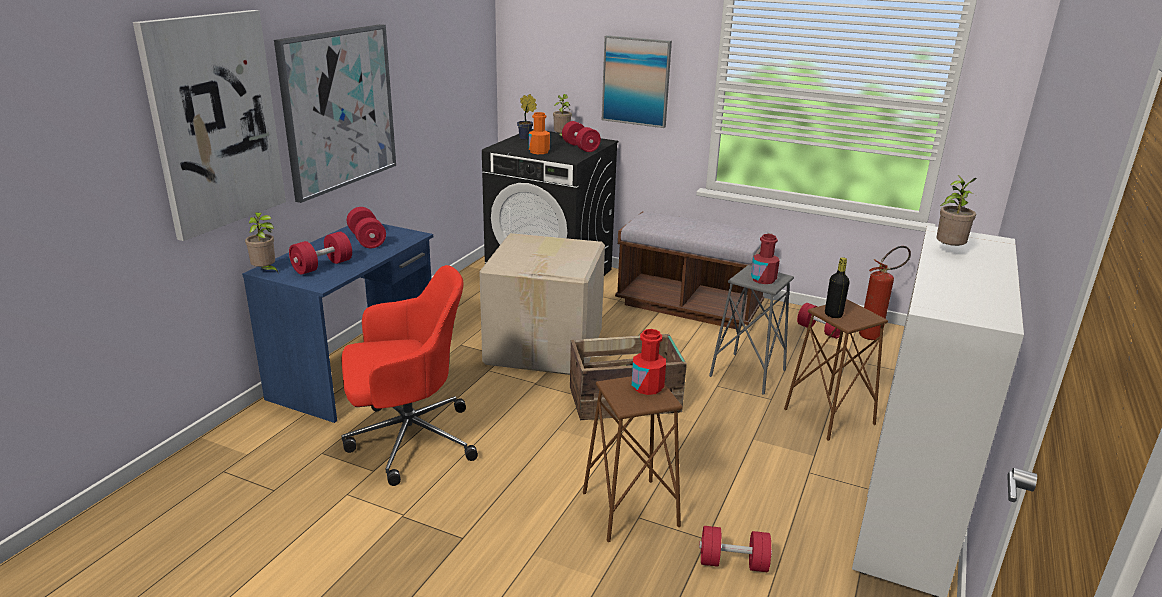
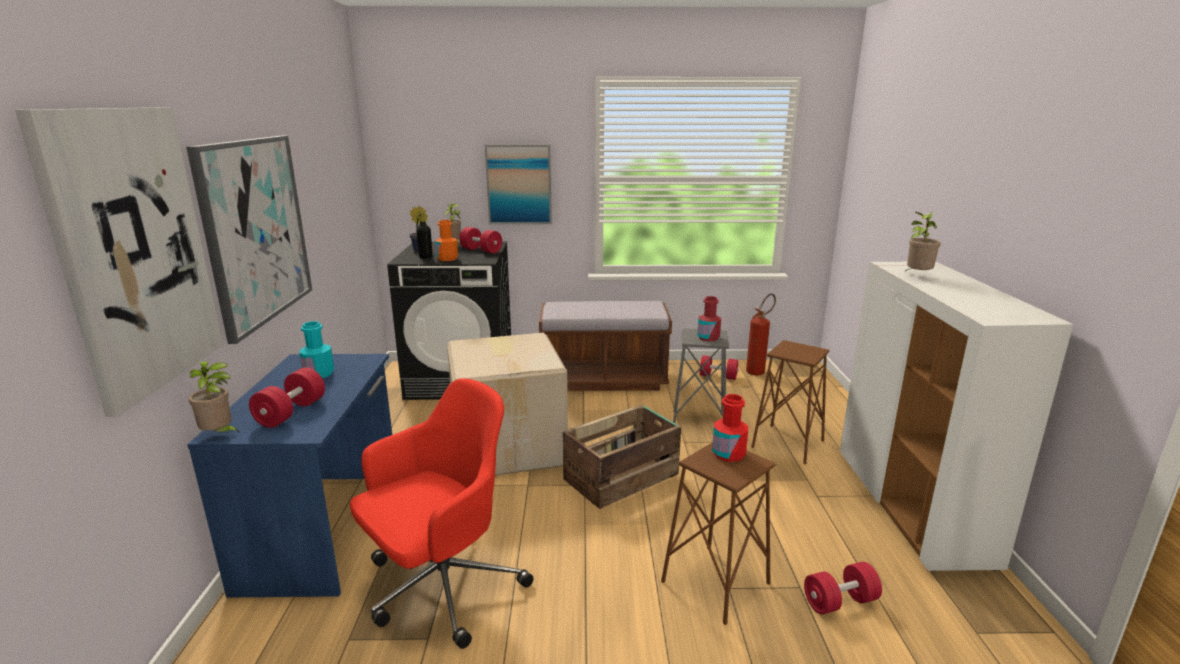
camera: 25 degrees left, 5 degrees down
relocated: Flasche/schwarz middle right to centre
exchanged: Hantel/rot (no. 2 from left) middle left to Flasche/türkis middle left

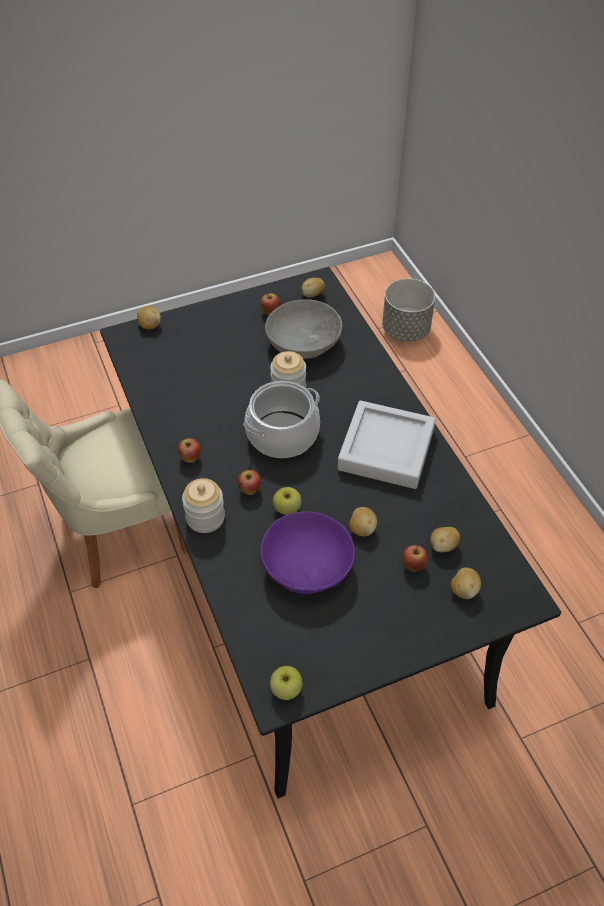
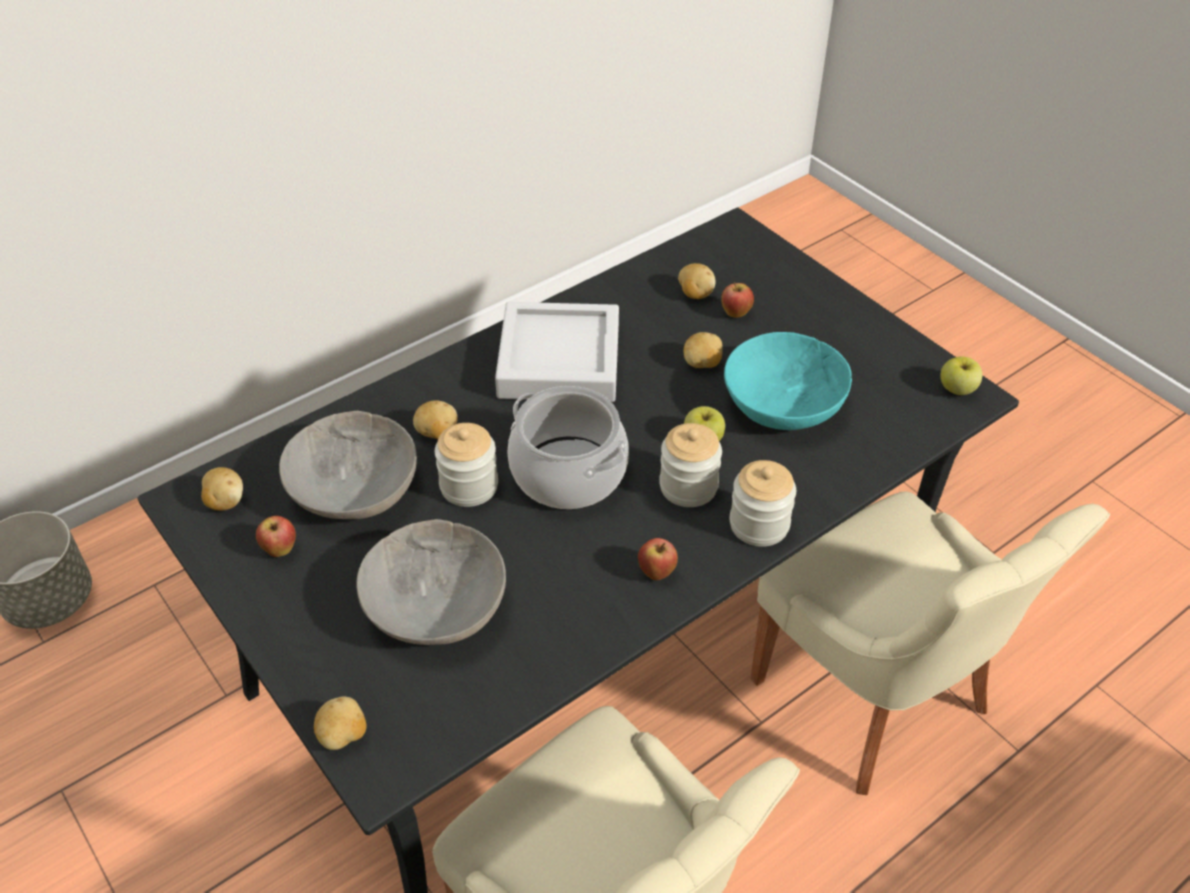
camera: 105 degrees left, 5 degrees down
appeared: Schüssel/grau (no. 2 from left) centre; Stuhl/beige (no. 2 from left) bottom right
relocated: Kartoffel (no. 5 from left in the first image) middle right to Kartoffel (no. 3 from left) centre
exchanged: Apfel (no. 2 from left) centre to Vorratsglas (no. 2 from left) centre
colour: Schüssel/lila centre to Schüssel/türkis centre

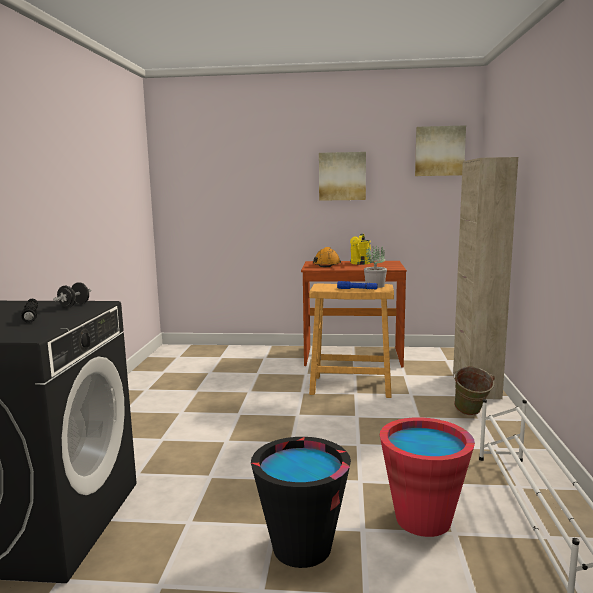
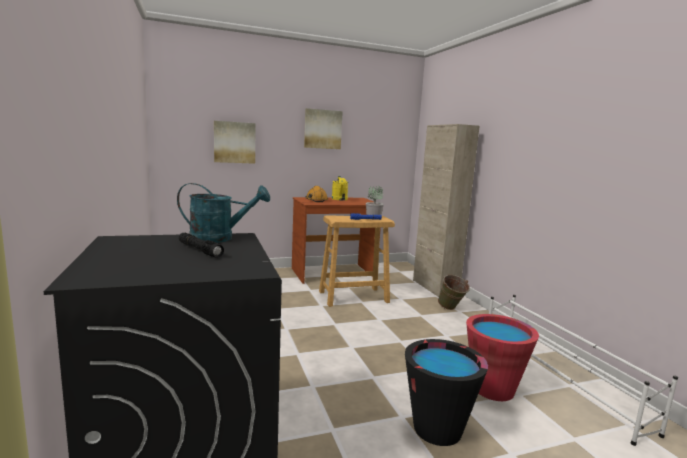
camera: 25 degrees left, 0 degrees up
relocated: Bild (no. 2 from left in the first image) top right to Bild (no. 1 from left) top centre
exchanged: Hantel/schwarz middle left to Gießkanne/türkis middle left

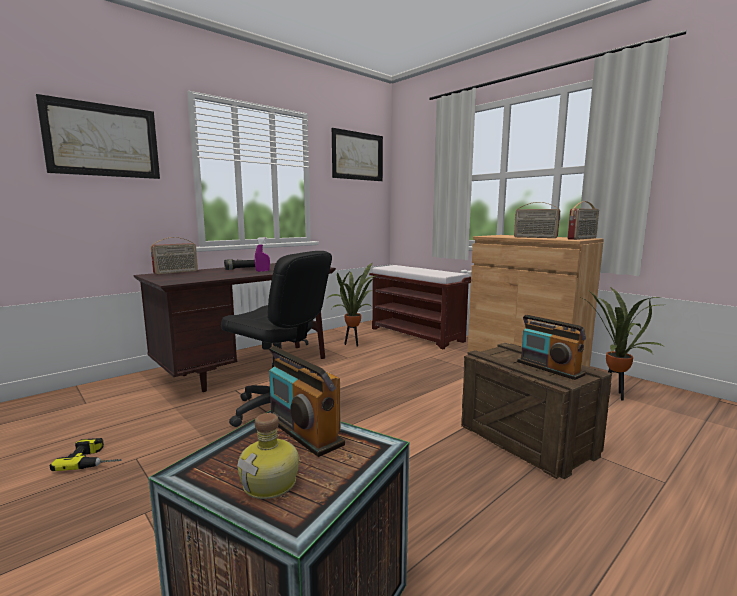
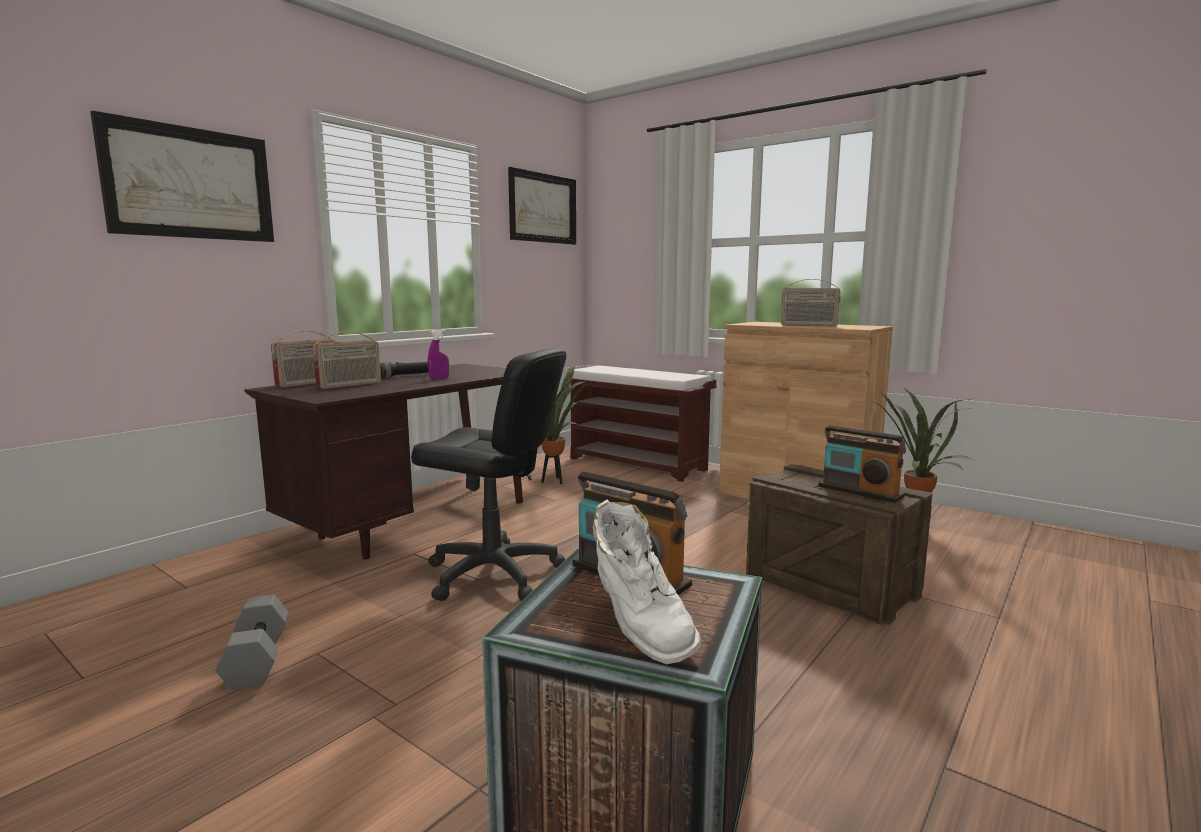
camera: 10 degrees left, 0 degrees up
relocated: Radio (no. 5 from left in the first image) middle right to Radio (no. 2 from left) middle left
exchanged: Bohrmaschine bottom left to Hantel/grau bottom left; Flasche bottom centre to Stiefel/weiß bottom centre

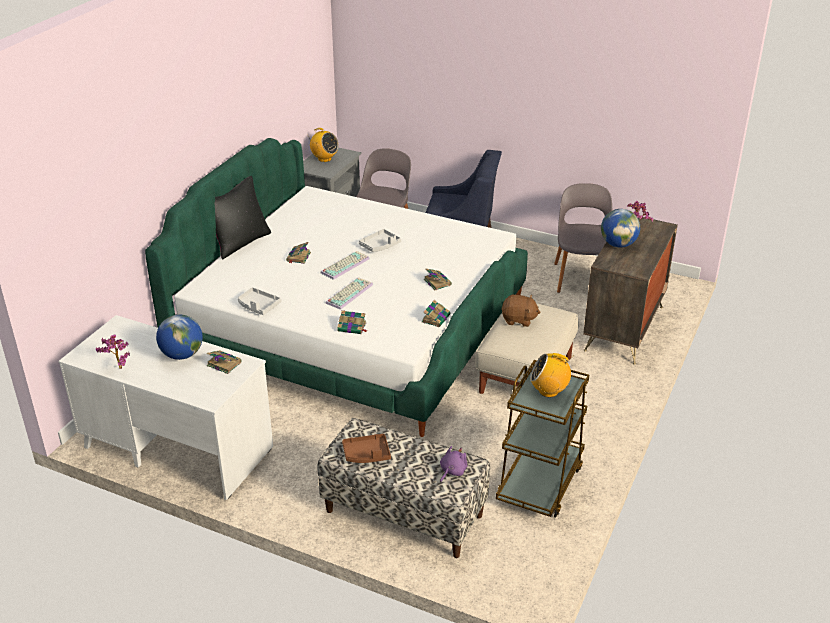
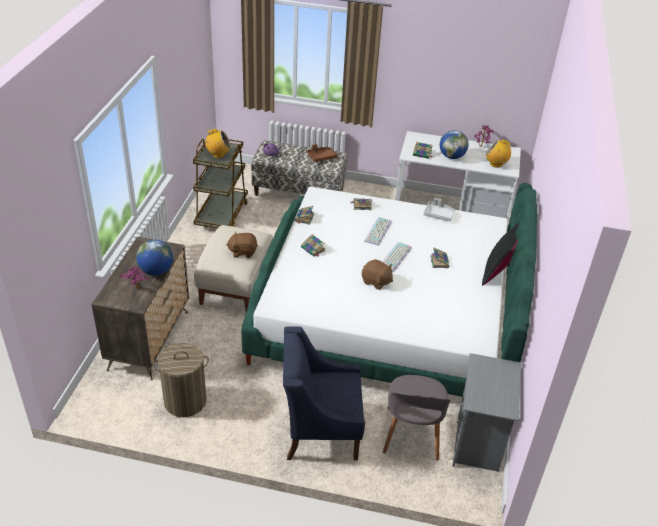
camera: 165 degrees right, 5 degrees up
relocated: Radio (no. 1 from left in the first image) top centre to Radio (no. 2 from left) top right
exchanged: Tablett/grau (no. 2 from left) centre to Plüschtier/braun (no. 2 from left) centre; Stuhl/grau (no. 2 from left) middle right to Wäschekorb bottom left

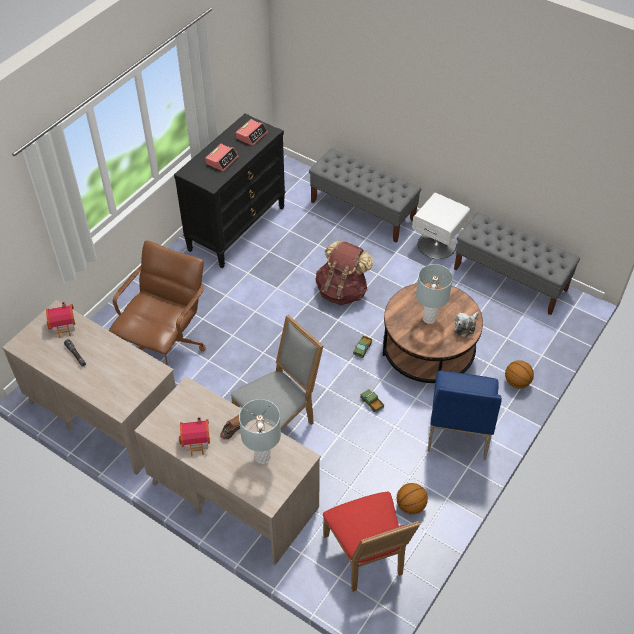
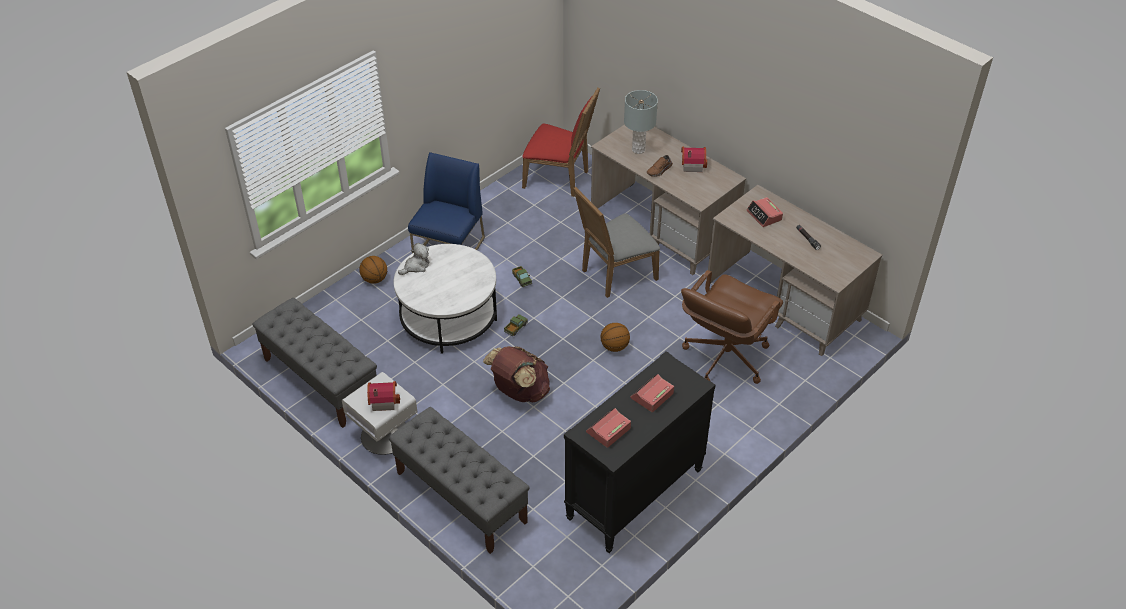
camera: 170 degrees left, 5 degrees down
missing: Tischlampe/grau (no. 2 from left) middle right
appeared: Wecker (no. 3 from left) middle right
relocated: Spielzeughaus (no. 1 from left) middle left to centre; Basketball (no. 1 from left in the first image) bottom centre to Basketball (no. 2 from left) centre
colour: Couchtisch/braun middle right to Couchtisch/weiß centre
spun: Stuhl/rot bottom centre = top centre 120 degrees clockwise

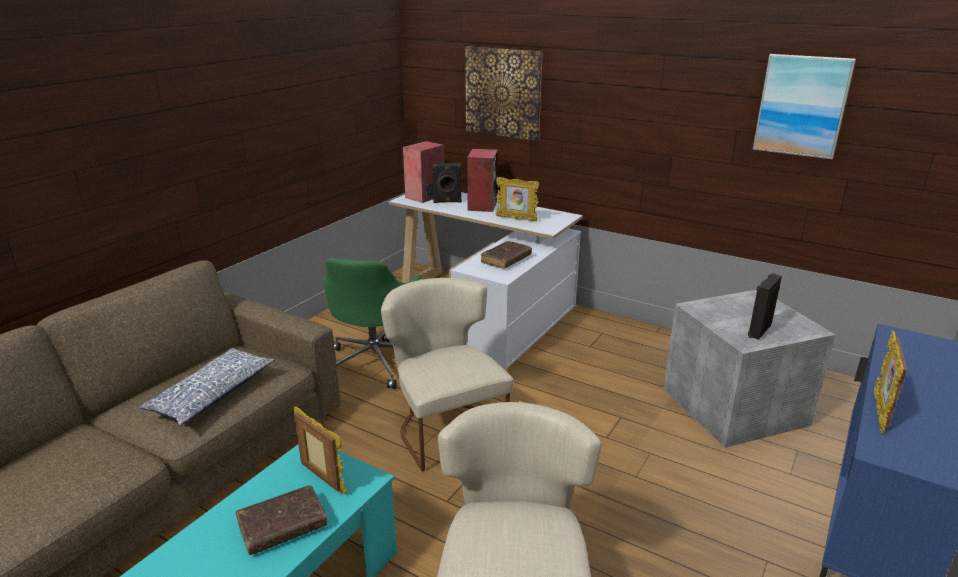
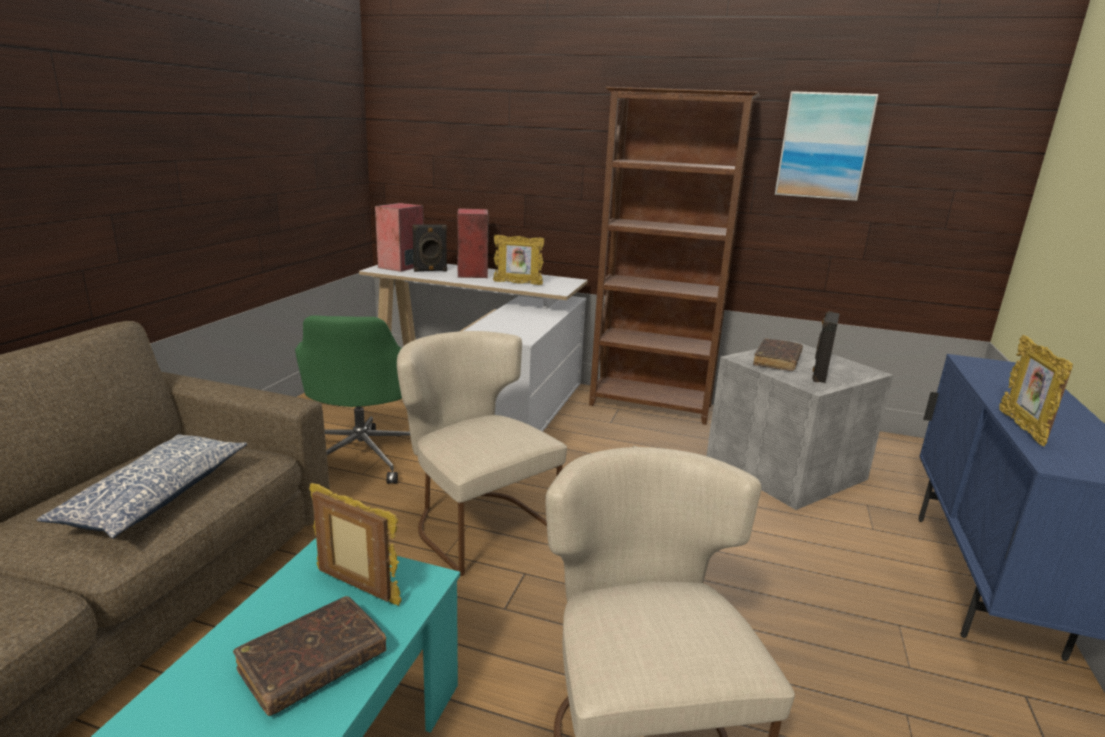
camera: 15 degrees left, 5 degrees down
missing: Bild (no. 1 from left) top centre
appeared: Bücherregal/braun centre
relocated: Buch/braun (no. 2 from left) centre to middle right

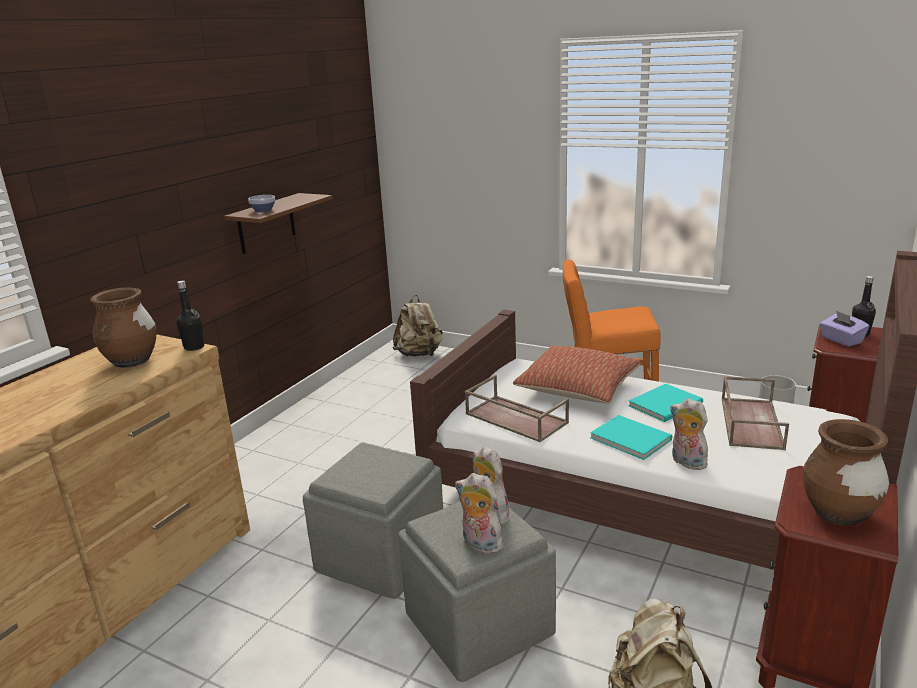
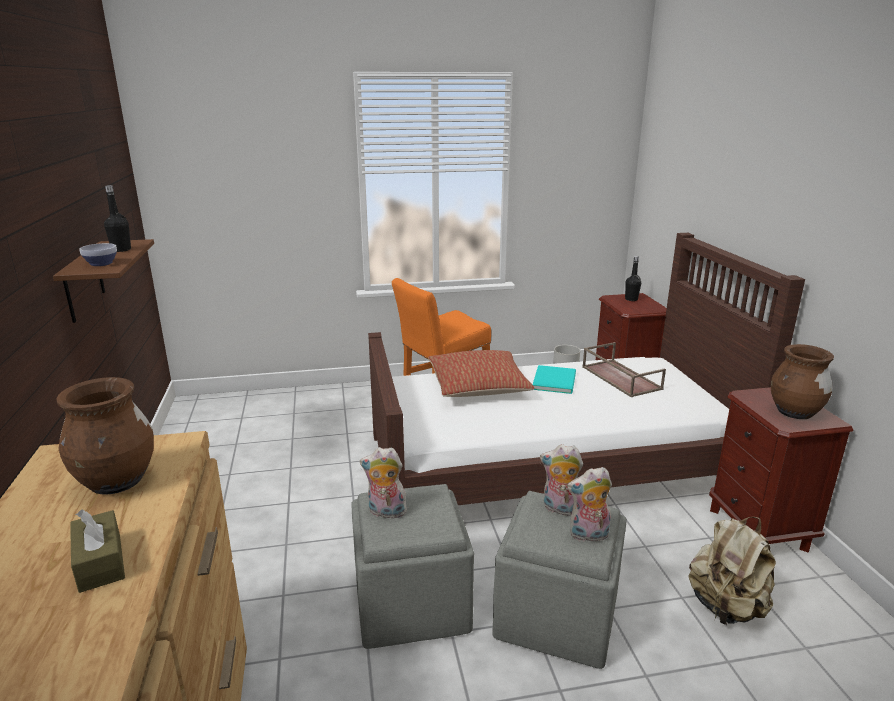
camera: 40 degrees left, 0 degrees up
missing: Rucksack/beige (no. 1 from left) centre; Tablett/braun (no. 1 from left) centre; Buch/türkis (no. 1 from left) middle right; Taschentuchbox/lila middle right
appeared: Taschentuchbox/braun bottom left
relocated: Flasche/schwarz (no. 1 from left) middle left to top left; Plüschtier (no. 3 from left in the first image) middle right to Plüschtier (no. 1 from left) bottom centre

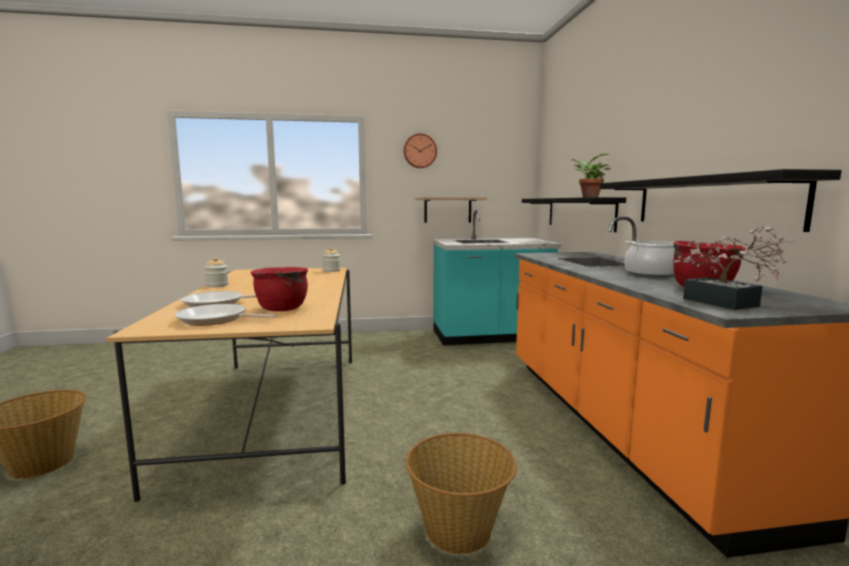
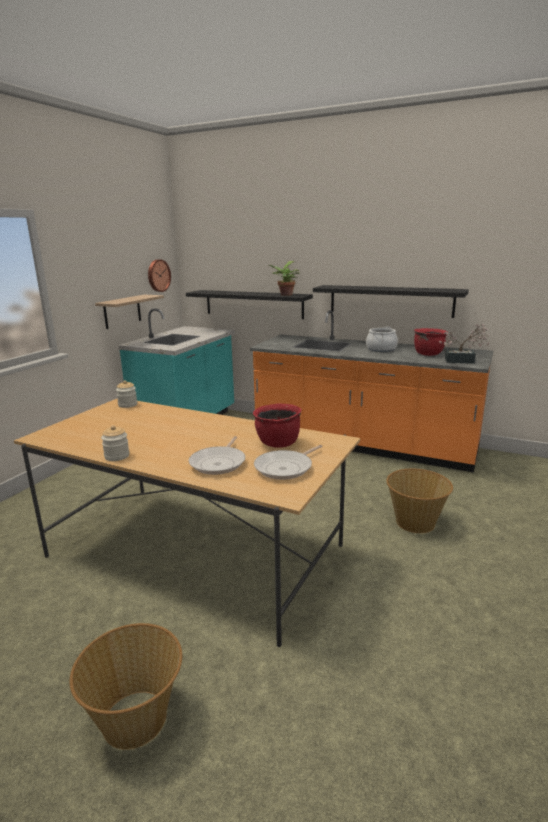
camera: 55 degrees left, 10 degrees up
relocated: Wanduhr top centre to middle left

